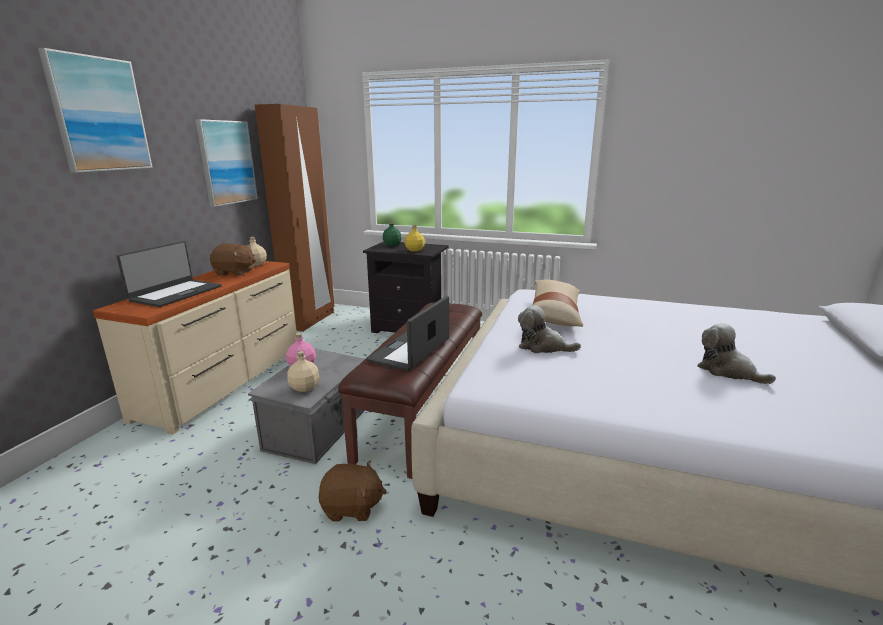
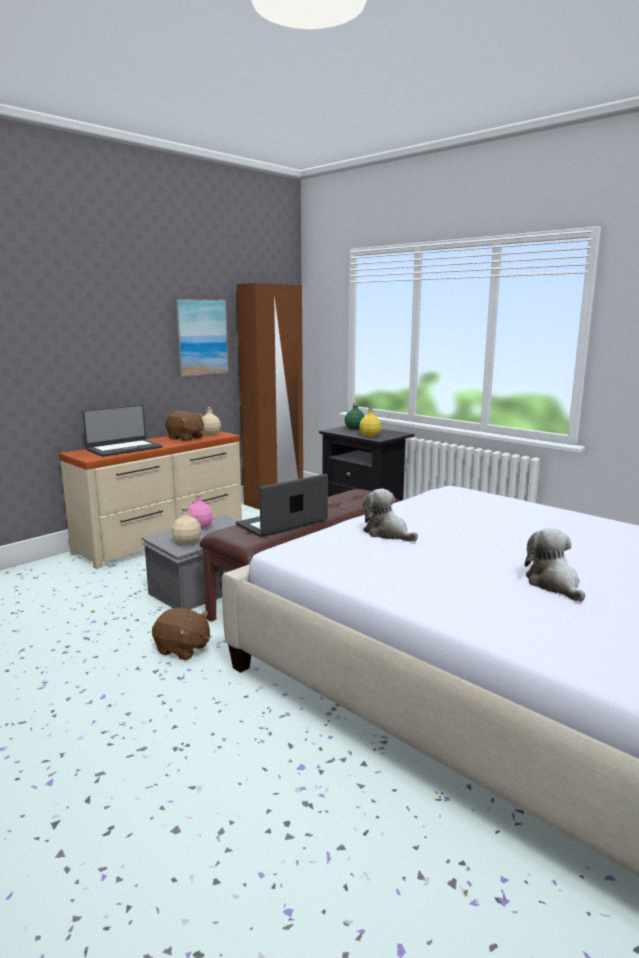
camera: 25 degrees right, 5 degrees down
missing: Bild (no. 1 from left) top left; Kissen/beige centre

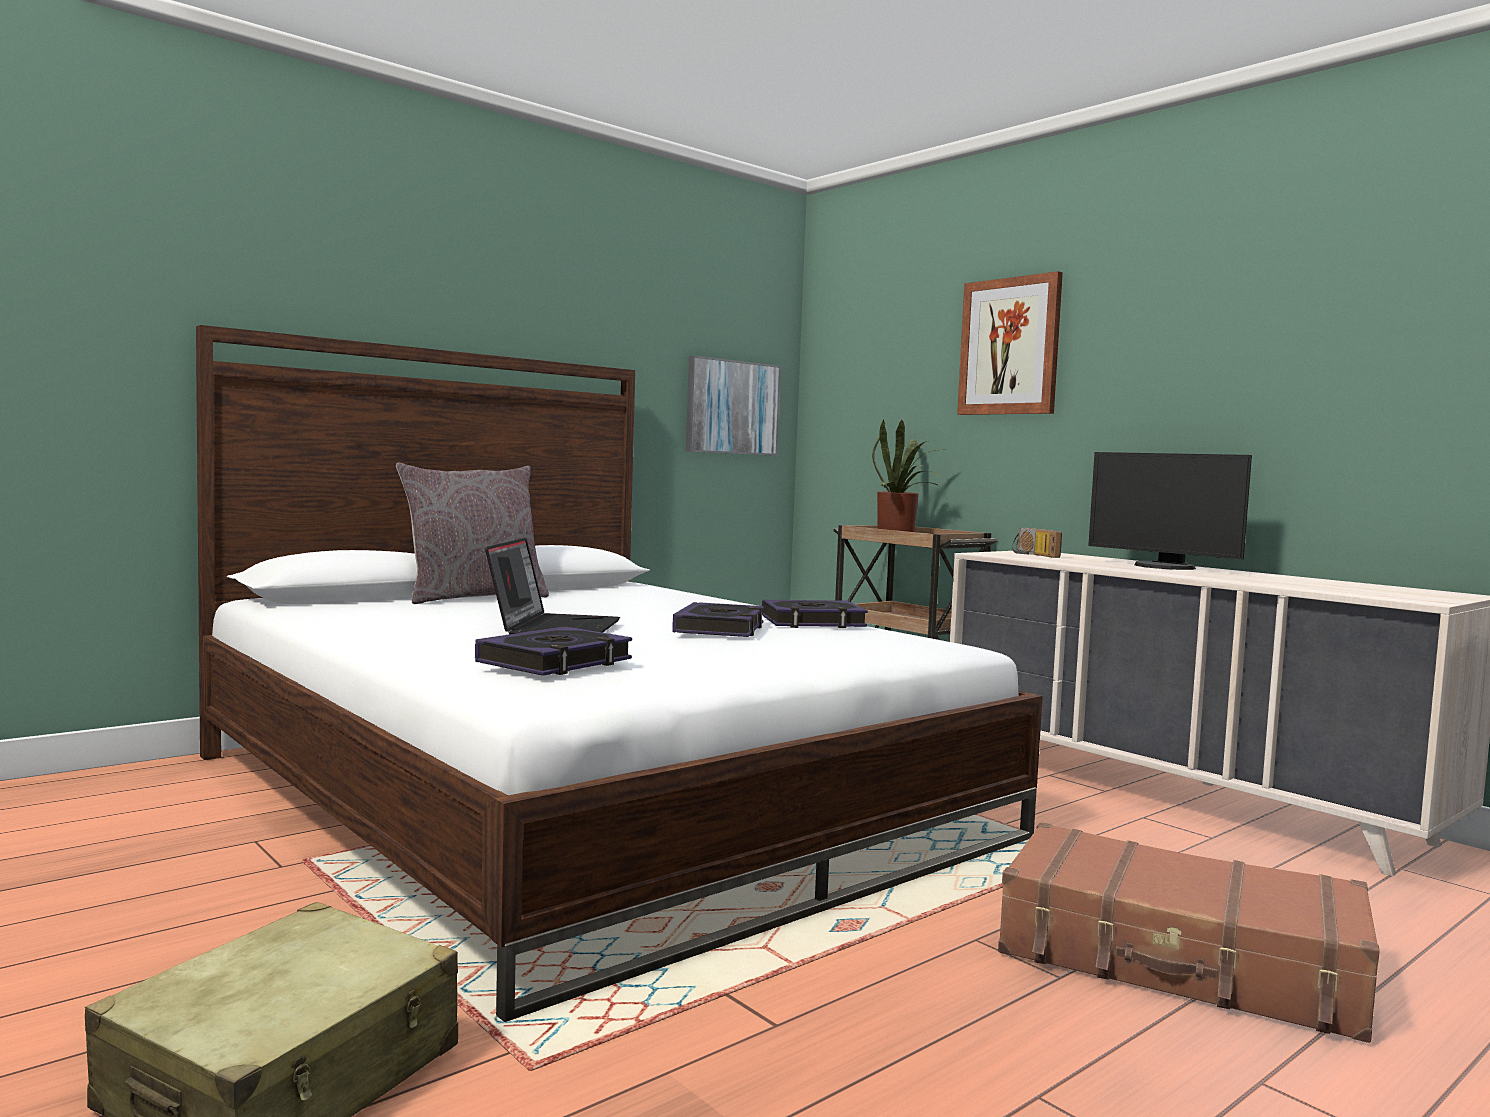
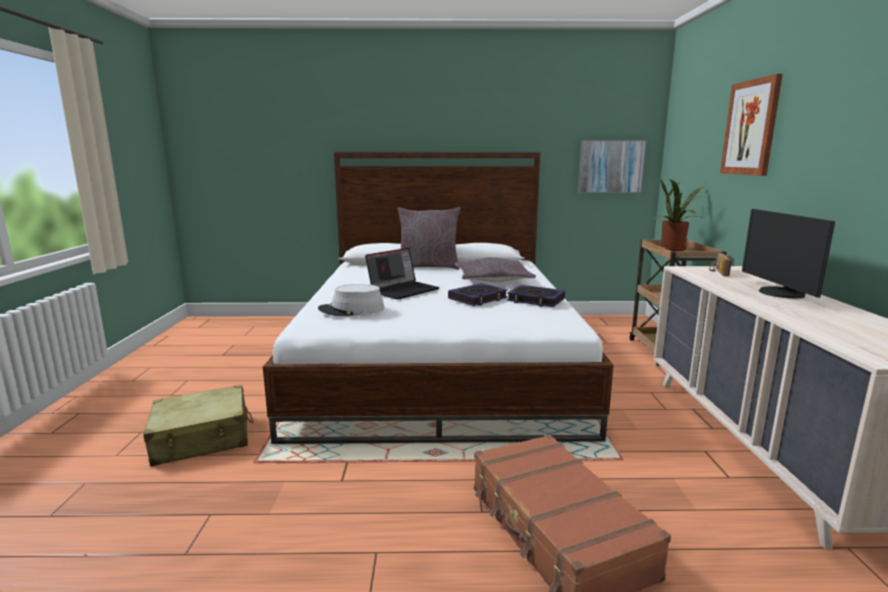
camera: 40 degrees right, 10 degrees up
appeared: Kissen/grau (no. 2 from left) centre
exchanged: Buch (no. 1 from left) centre to Hut/grau centre

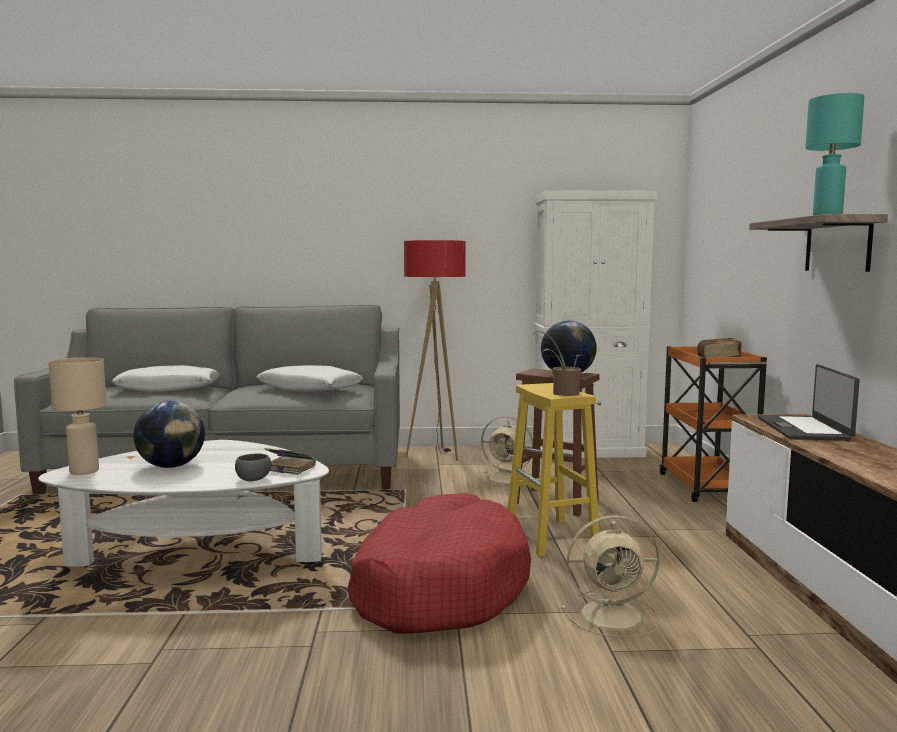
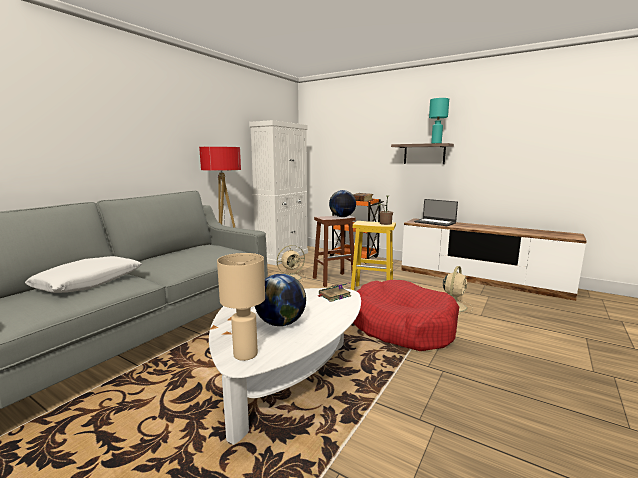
camera: 55 degrees left, 5 degrees up
missing: Schüssel/grau middle left; Kissen/weiß (no. 2 from left) centre

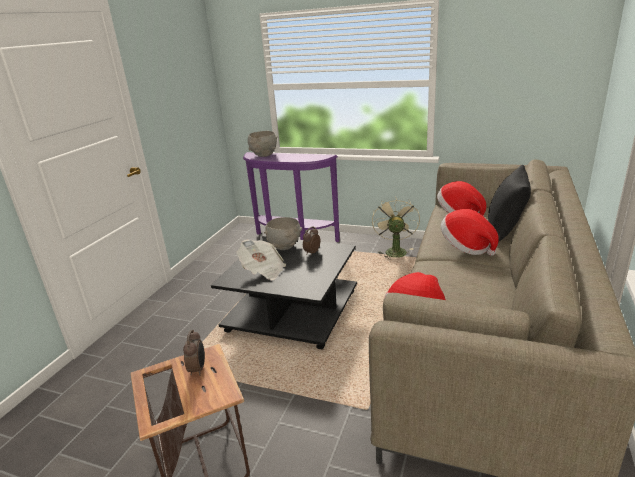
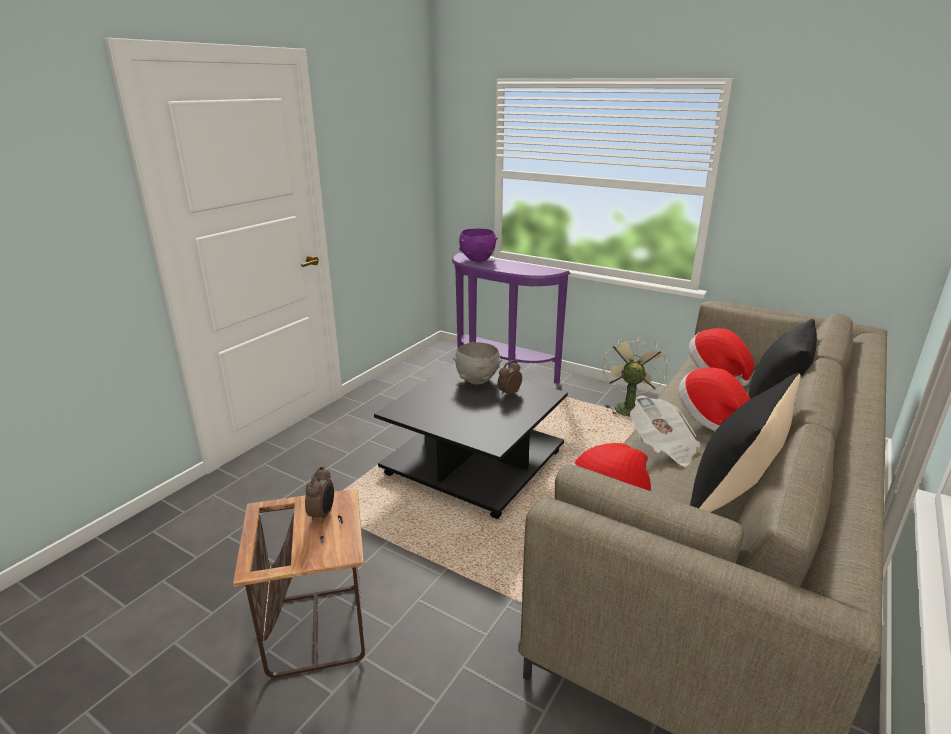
camera: 10 degrees right, 0 degrees up
appeared: Kissen/schwarz (no. 1 from left) middle right
relocated: Zeitung centre to middle right
colour: Schüssel/grau (no. 1 from left) top centre to Schüssel/lila centre

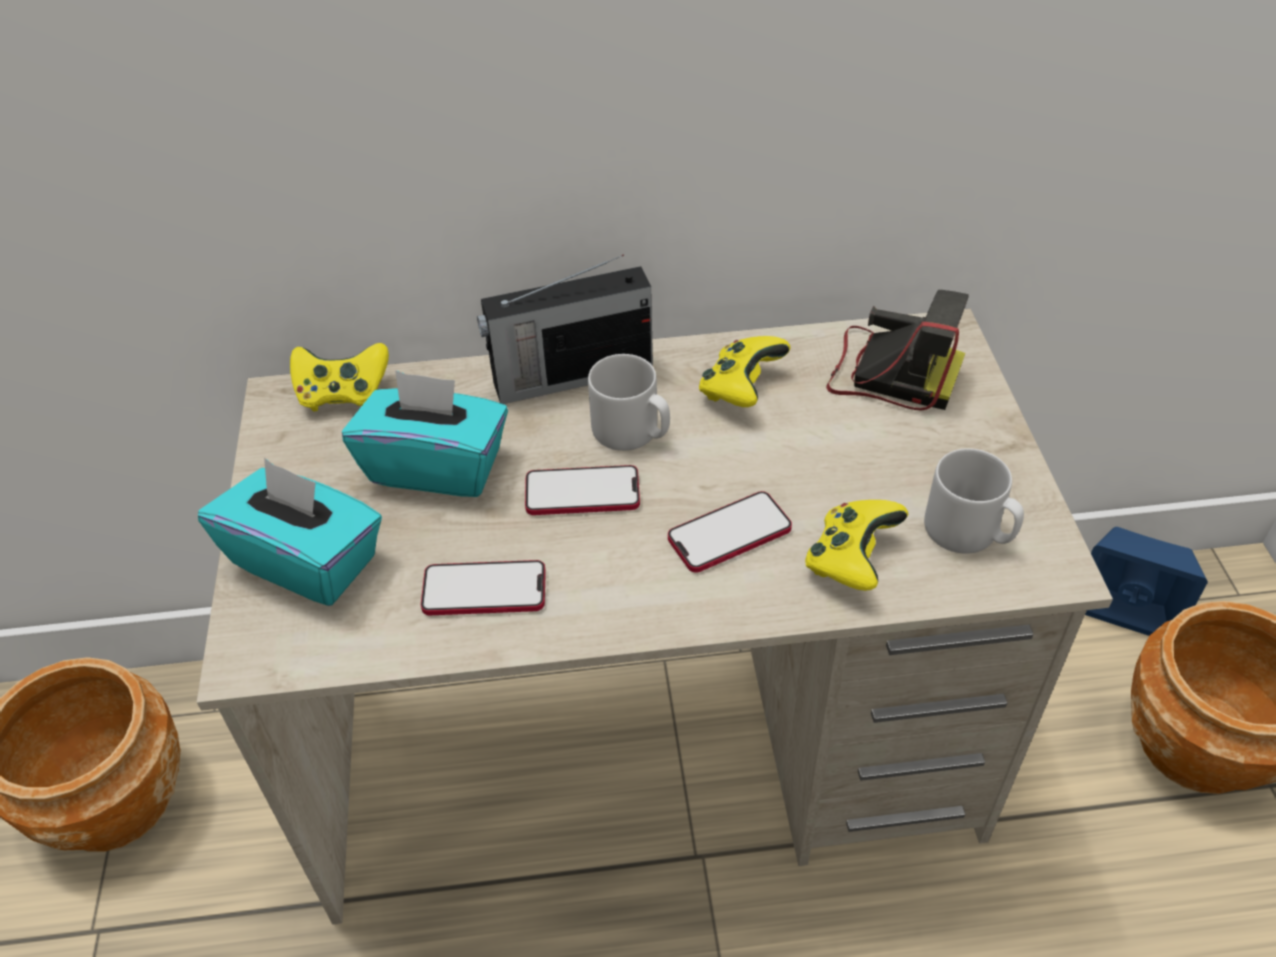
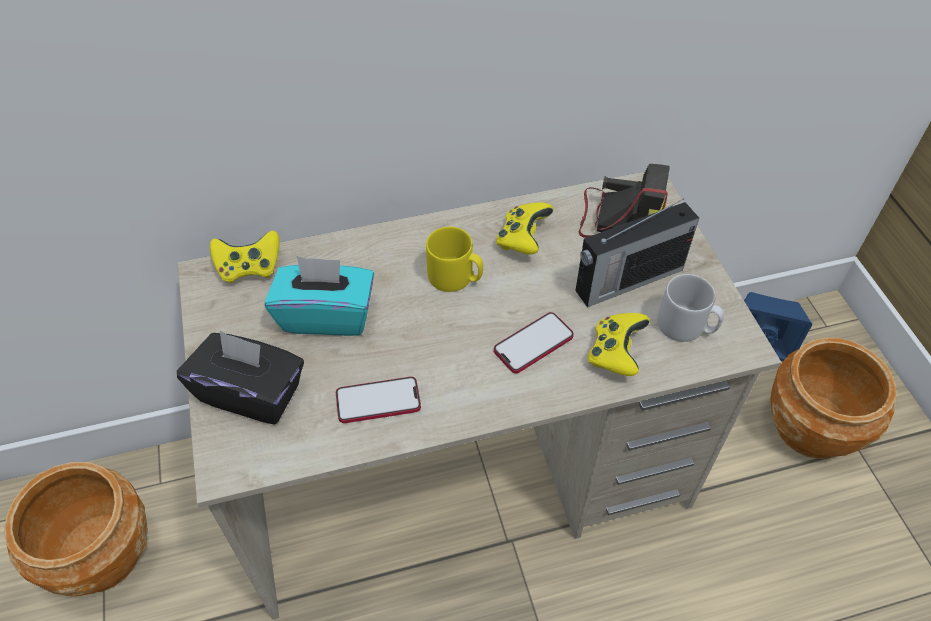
camera: 10 degrees left, 5 degrees up
missing: Handy (no. 2 from left) centre
relocated: Radio centre to middle right
colour: Taschentuchbox/türkis (no. 1 from left) middle left to Taschentuchbox/schwarz middle left; Henkelbecher/grau (no. 1 from left) centre to Henkelbecher/gelb centre

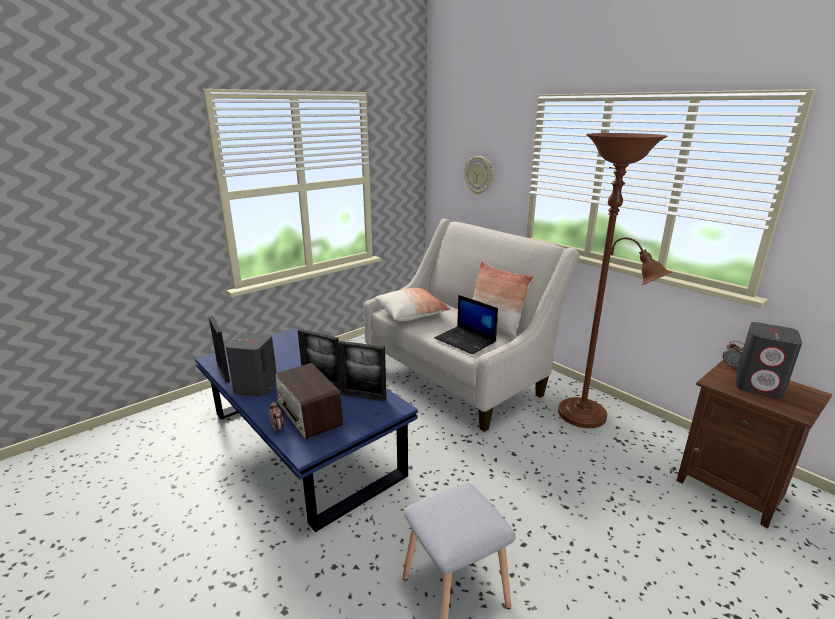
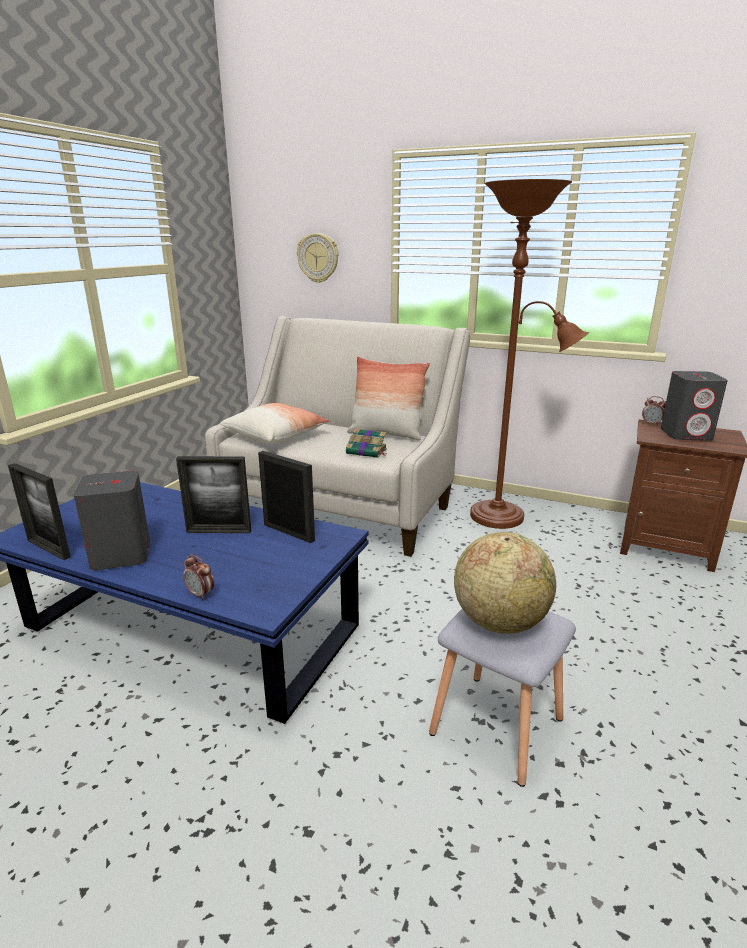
camera: 25 degrees left, 0 degrees up
missing: Radio centre
appeared: Globus middle right
exchanged: Laptop centre to Buch centre
spun: Bilderrahmen (no. 3 from left) centre = centre 135 degrees counterclockwise

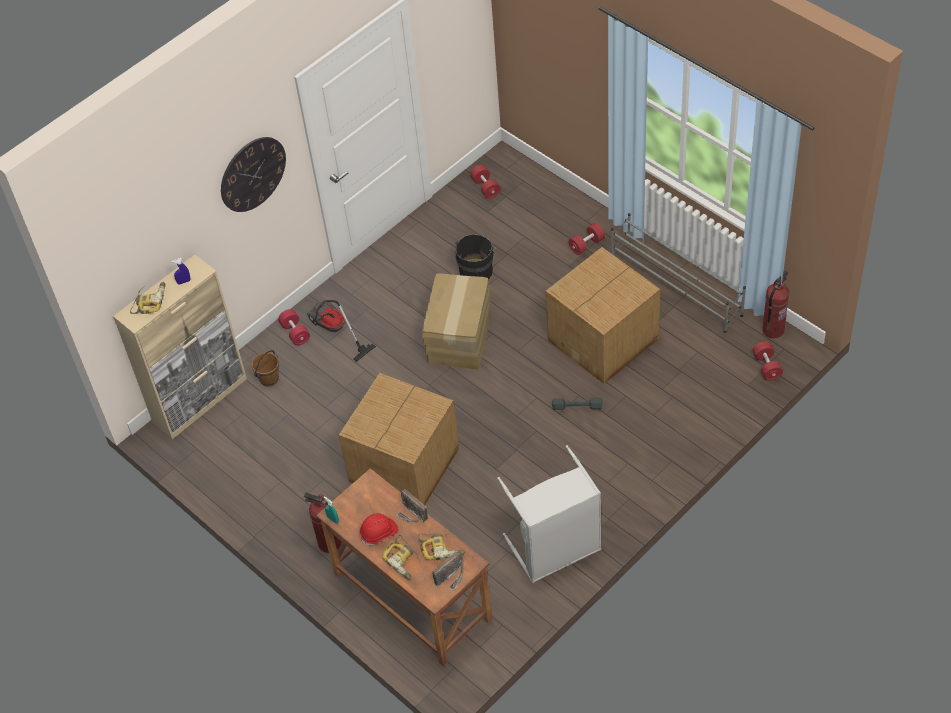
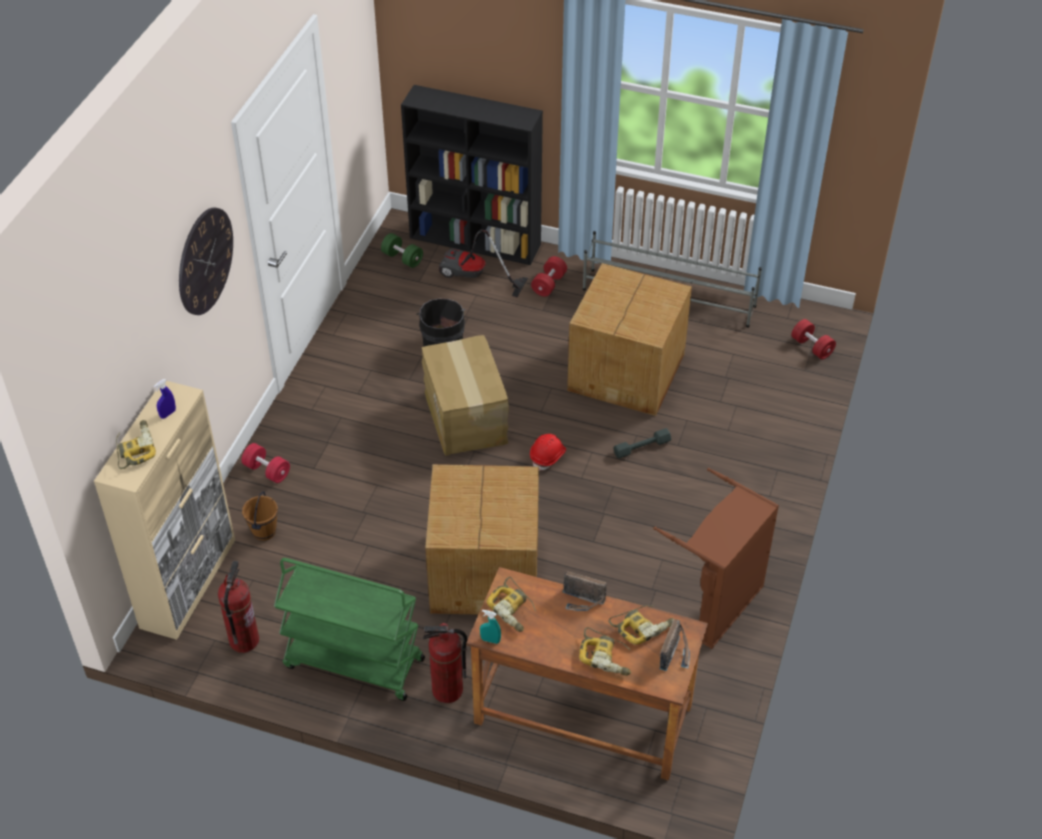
camera: 30 degrees left, 5 degrees down
appeared: Rollwagen/grün bottom centre; Bücherregal/schwarz top centre; Bohrmaschine (no. 2 from left) bottom centre
relocated: Staubsauger centre to top centre; Schutzhelm/rot bottom centre to centre; Feuerlöscher (no. 2 from left in the first image) middle right to Feuerlöscher (no. 1 from left) bottom left
colour: Hantel/rot (no. 2 from left) top centre to Hantel/grün top centre; Wäschekorb/grau bottom centre to Wäschekorb/braun middle right

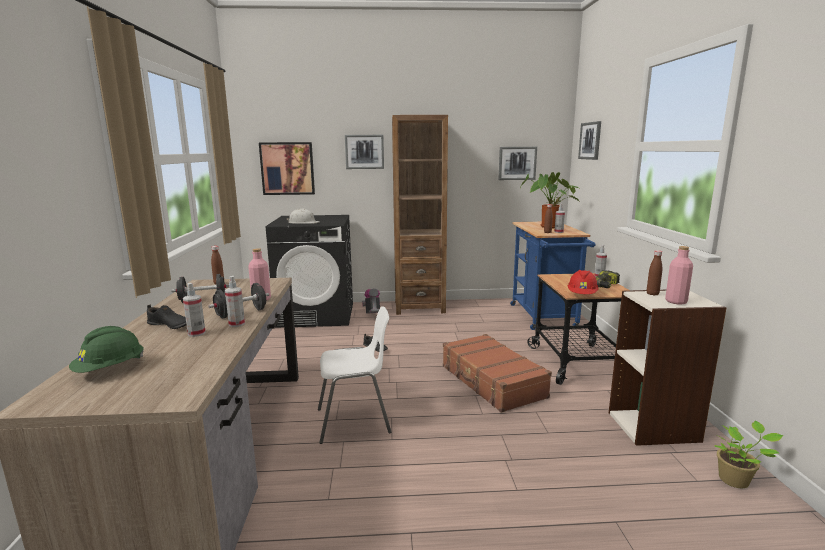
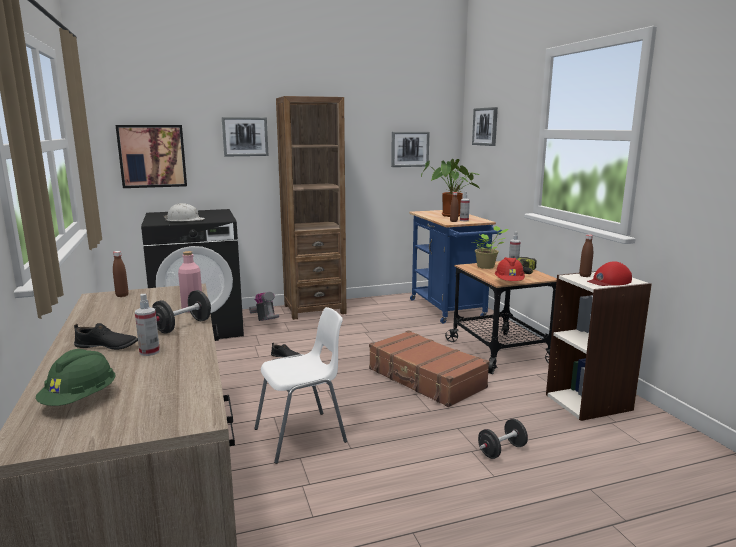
camera: 15 degrees left, 0 degrees up
missing: Sprühflasche (no. 2 from left) middle left
relocated: Hantel/schwarz (no. 1 from left in the first image) middle left to Hantel/schwarz (no. 2 from left) bottom right; Topfpflanze (no. 2 from left) bottom right to centre
exchanged: Flasche/rosa (no. 2 from left) middle right to Kappe/rot middle right

